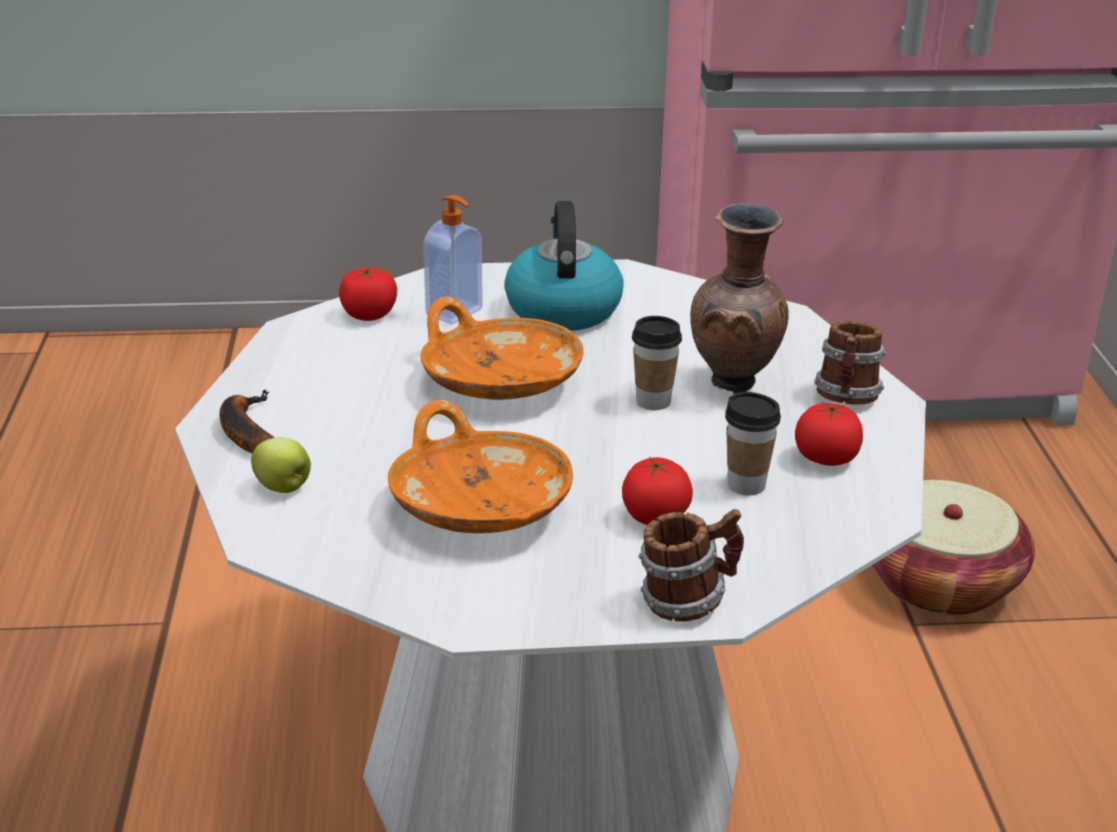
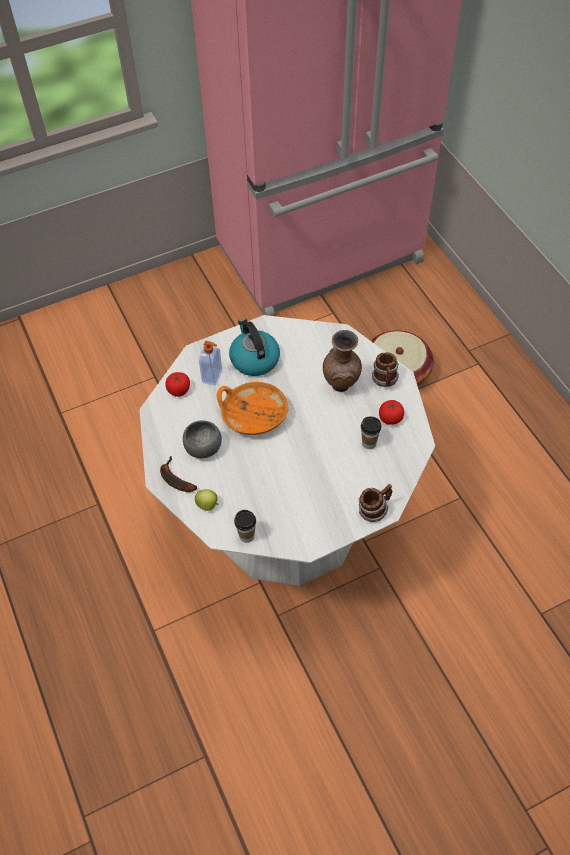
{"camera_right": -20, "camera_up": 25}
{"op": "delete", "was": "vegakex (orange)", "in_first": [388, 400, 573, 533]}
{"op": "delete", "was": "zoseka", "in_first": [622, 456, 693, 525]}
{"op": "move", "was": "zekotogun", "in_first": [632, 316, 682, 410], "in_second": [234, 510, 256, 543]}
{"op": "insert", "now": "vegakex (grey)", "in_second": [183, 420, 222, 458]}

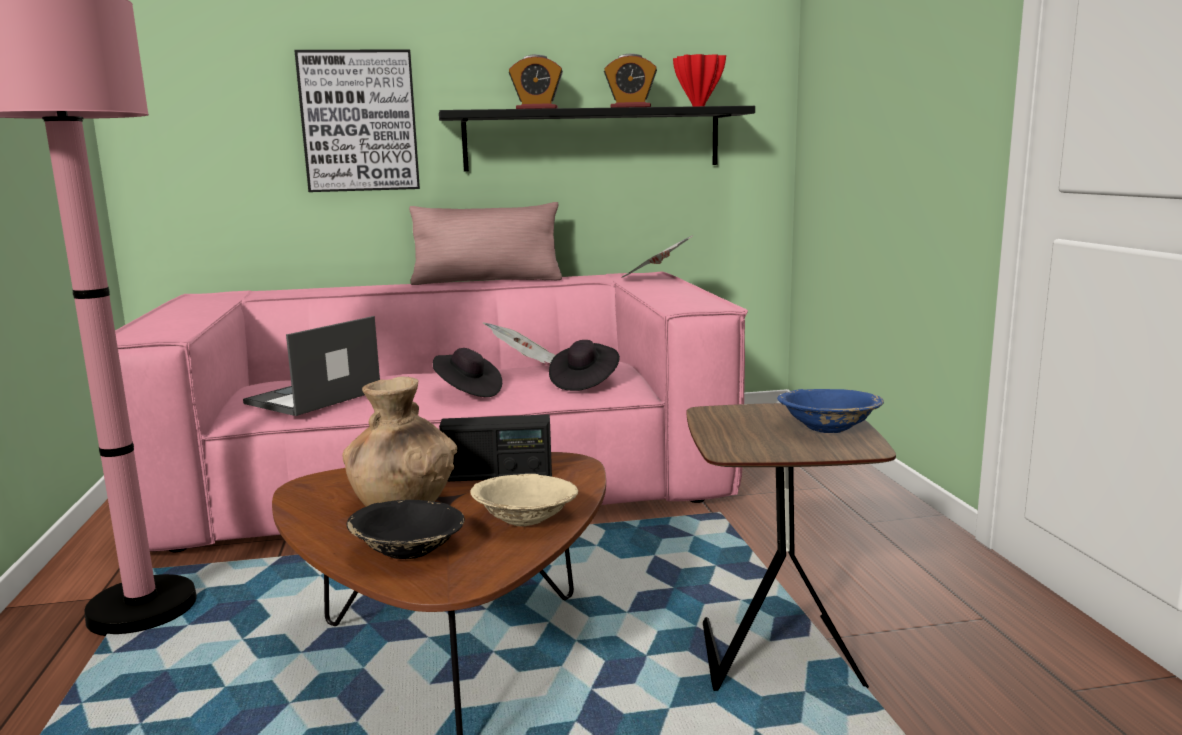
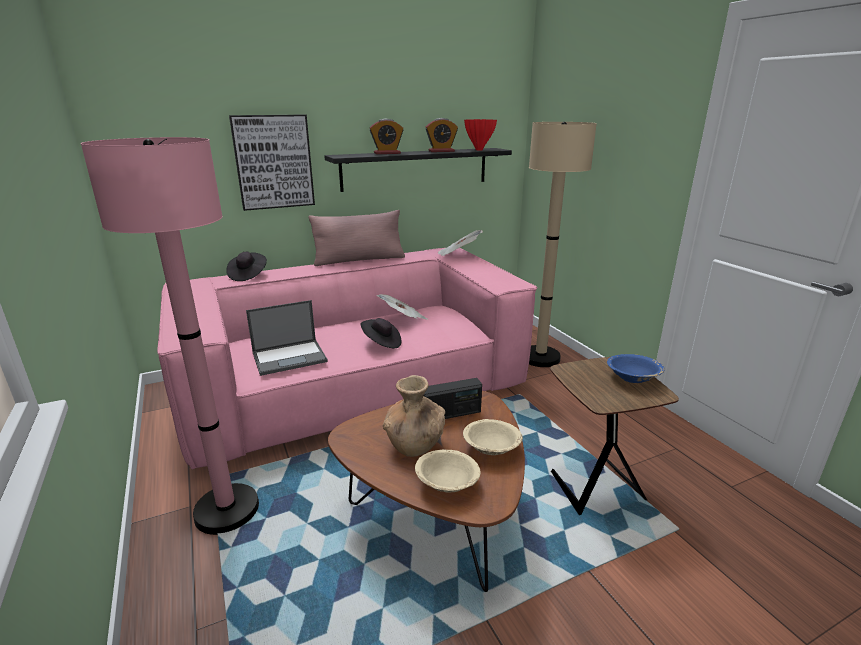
{"camera_right": -15, "camera_up": 10}
{"op": "rotate", "was": "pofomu", "in_first": [243, 316, 380, 416], "in_second": [246, 300, 328, 376], "clockwise": -135}
{"op": "recolor", "was": "vegakex (black)", "now": "vegakex (beige)", "in_first": [347, 500, 465, 559], "in_second": [415, 450, 481, 492]}
{"op": "move", "was": "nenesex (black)", "in_first": [549, 340, 620, 391], "in_second": [226, 252, 267, 281]}
{"op": "insert", "now": "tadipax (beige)", "in_second": [529, 122, 597, 367]}

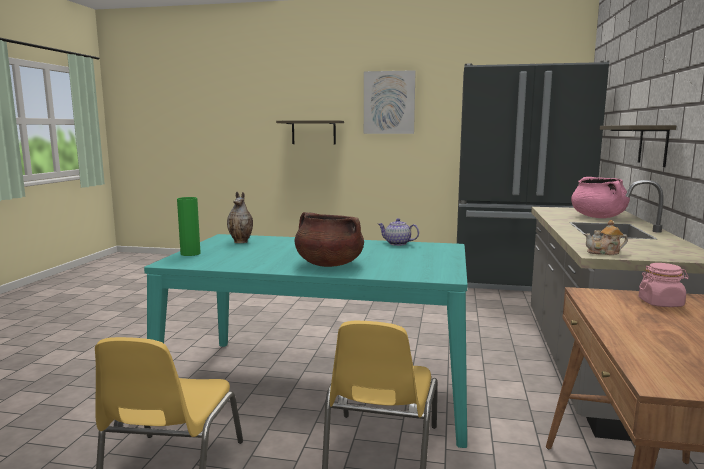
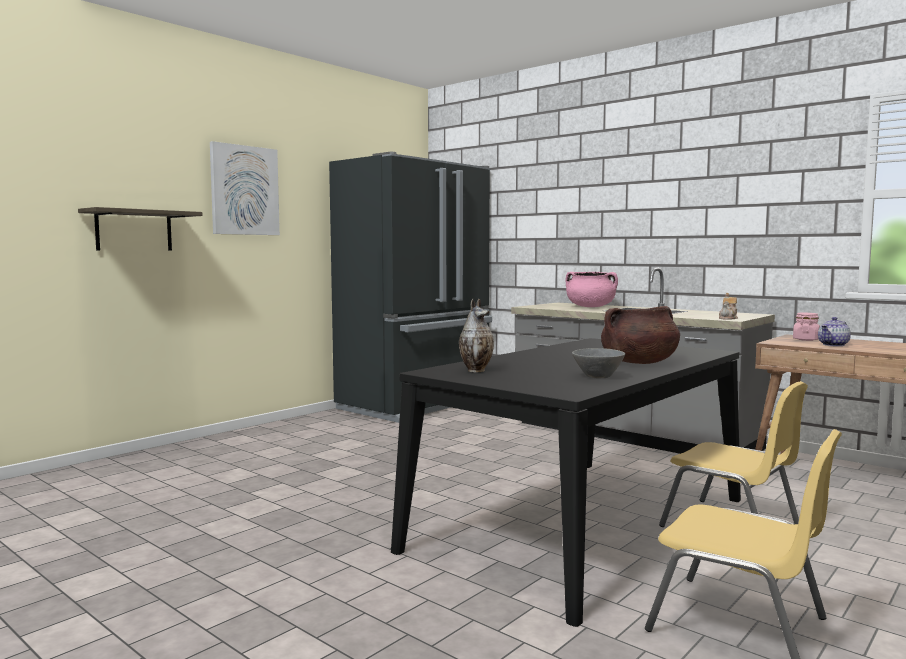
{"camera_right": -60, "camera_up": -5}
{"op": "recolor", "was": "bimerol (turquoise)", "now": "bimerol (black)", "in_first": [144, 234, 468, 448], "in_second": [391, 338, 741, 627]}
{"op": "delete", "was": "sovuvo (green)", "in_first": [177, 197, 201, 256]}
{"op": "move", "was": "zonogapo", "in_first": [378, 218, 419, 246], "in_second": [818, 317, 851, 346]}
{"op": "delete", "was": "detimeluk", "in_first": [600, 125, 676, 167]}
{"op": "insert", "now": "vegakex (grey)", "in_second": [572, 348, 625, 378]}

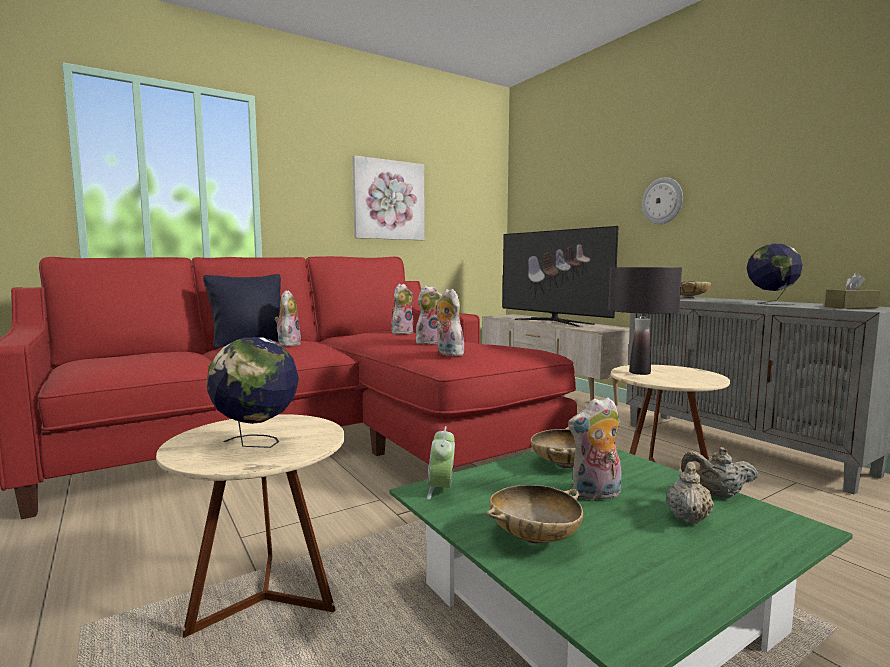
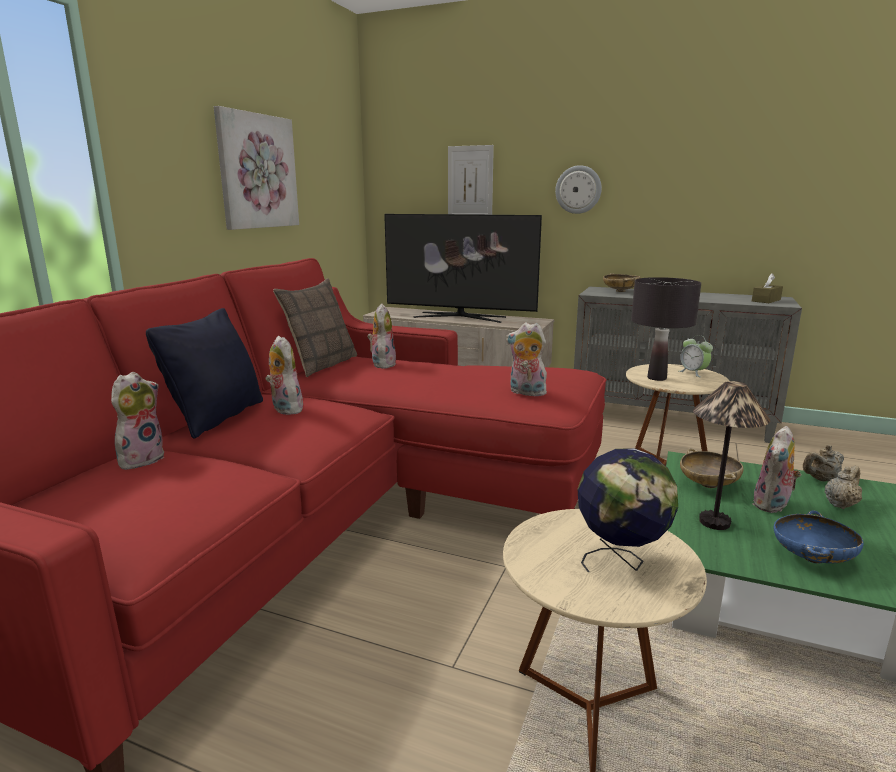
{"camera_right": -35, "camera_up": 10}
{"op": "move", "was": "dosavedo", "in_first": [416, 286, 442, 344], "in_second": [111, 372, 164, 470]}
{"op": "move", "was": "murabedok", "in_first": [427, 426, 455, 500], "in_second": [679, 335, 713, 377]}
{"op": "recolor", "was": "vegakex (beige)", "now": "vegakex (blue)", "in_first": [486, 485, 583, 544], "in_second": [774, 510, 864, 564]}
{"op": "rotate", "was": "zonogapo (beige)", "in_first": [666, 461, 714, 524], "in_second": [825, 466, 862, 509], "clockwise": 60}
{"op": "delete", "was": "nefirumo", "in_first": [747, 244, 803, 305]}
{"op": "insert", "now": "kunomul", "in_second": [273, 278, 357, 377]}
{"op": "insert", "now": "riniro", "in_second": [448, 145, 494, 215]}
{"op": "insert", "now": "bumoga", "in_second": [693, 381, 770, 530]}

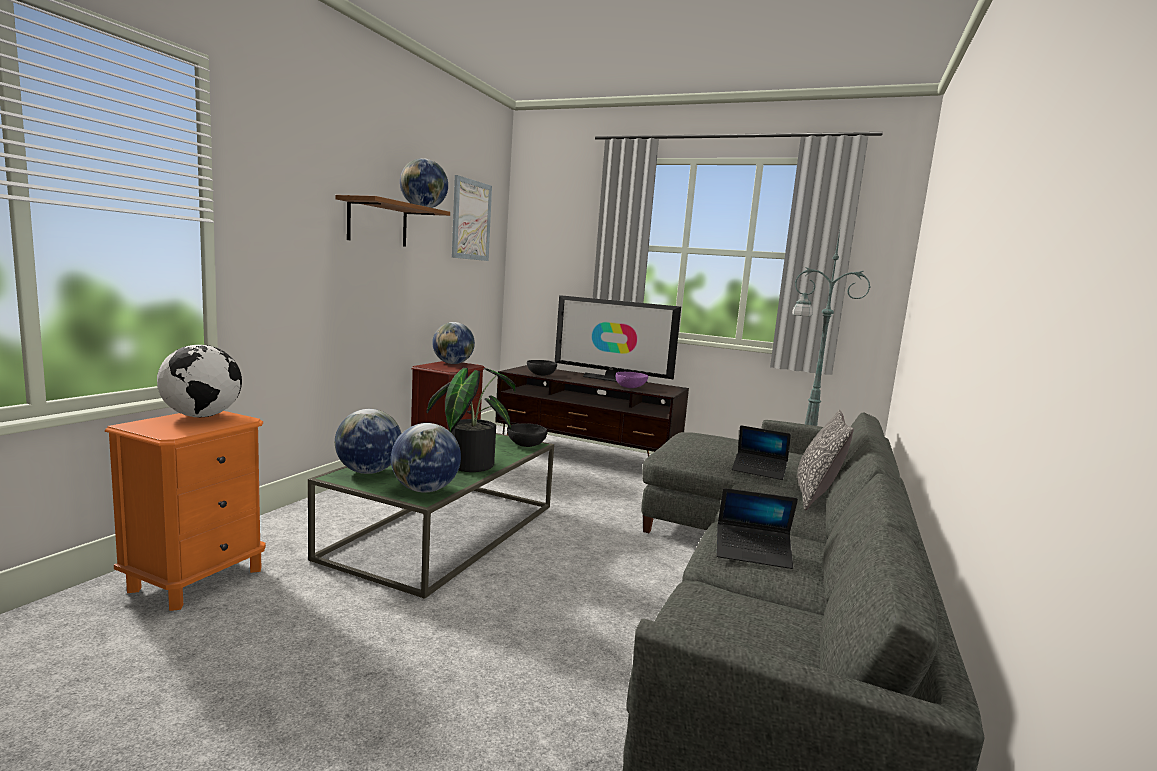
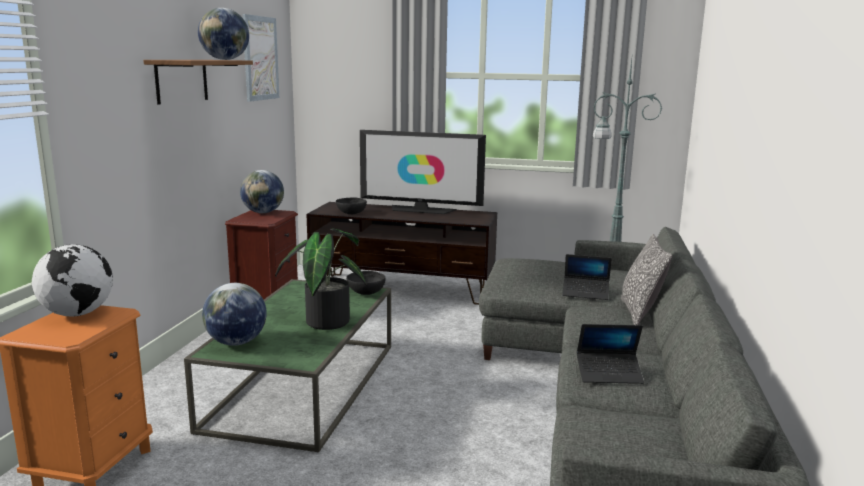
{"camera_right": -10, "camera_up": 5}
{"op": "delete", "was": "nefirumo", "in_first": [391, 423, 461, 493]}
{"op": "delete", "was": "vegakex (purple)", "in_first": [616, 372, 648, 388]}

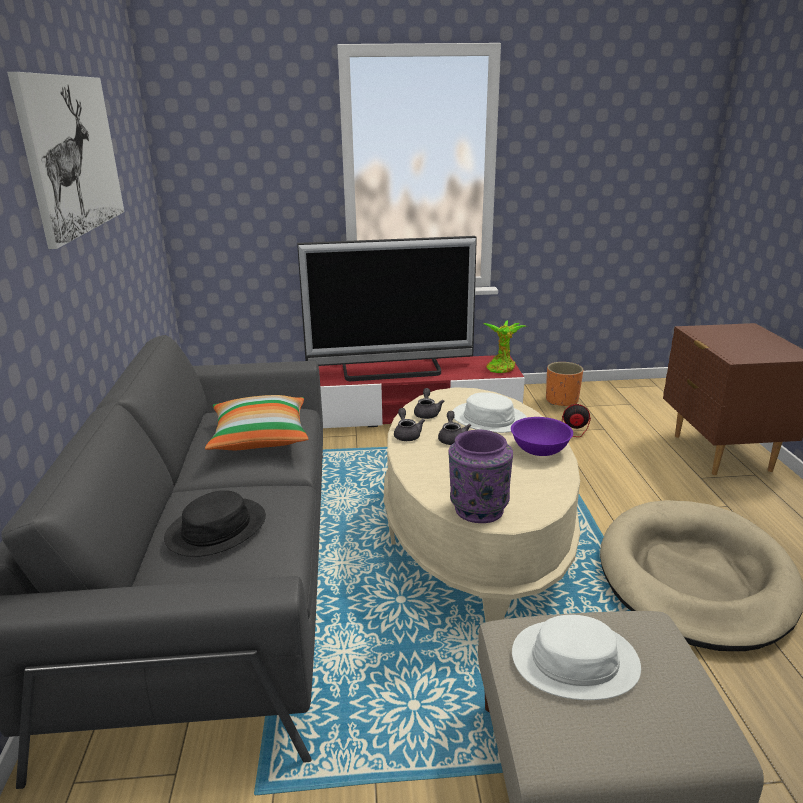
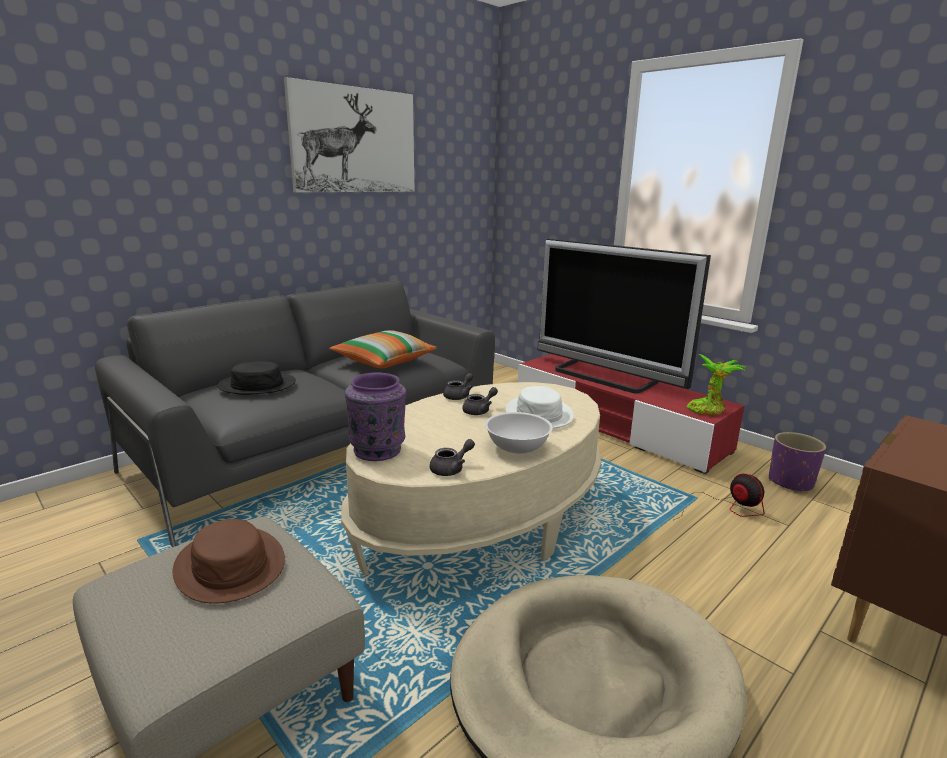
{"camera_right": 50, "camera_up": -5}
{"op": "move", "was": "zonogapo (grey)", "in_first": [414, 388, 445, 419], "in_second": [430, 439, 475, 476]}
{"op": "recolor", "was": "vegakex (purple)", "now": "vegakex (white)", "in_first": [511, 417, 573, 456], "in_second": [485, 412, 553, 453]}
{"op": "recolor", "was": "nenesex (white)", "now": "nenesex (brown)", "in_first": [512, 615, 641, 700], "in_second": [172, 519, 285, 604]}
{"op": "recolor", "was": "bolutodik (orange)", "now": "bolutodik (purple)", "in_first": [546, 362, 583, 406], "in_second": [769, 432, 826, 493]}

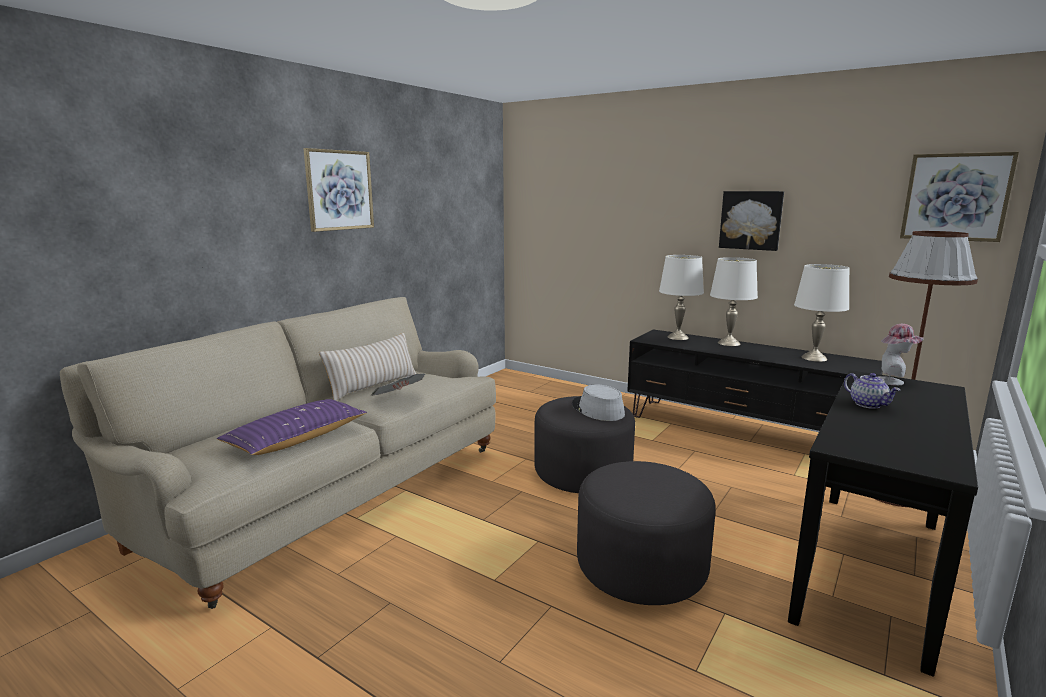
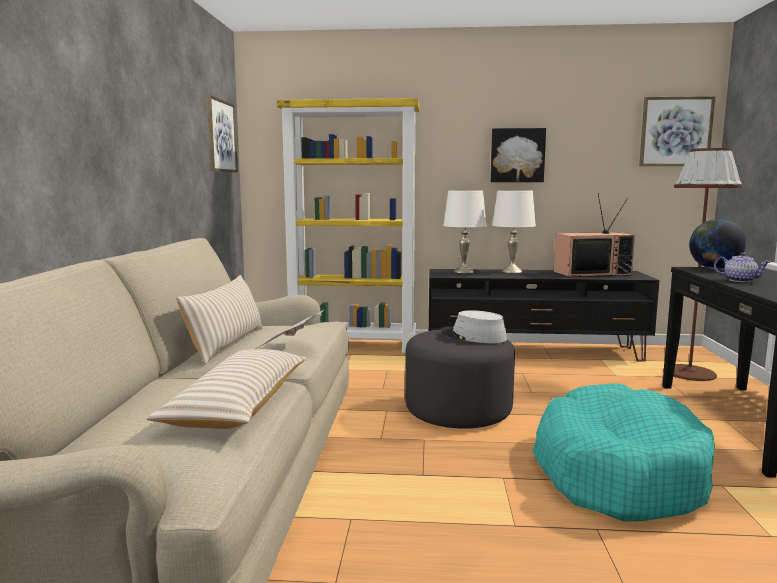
{"camera_right": -30, "camera_up": -5}
{"op": "recolor", "was": "kunomul (purple)", "now": "kunomul (beige)", "in_first": [217, 399, 367, 455], "in_second": [147, 349, 306, 429]}
{"op": "move", "was": "riniro", "in_first": [303, 148, 374, 232], "in_second": [207, 95, 238, 173]}
{"op": "replace", "was": "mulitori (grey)", "now": "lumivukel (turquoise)", "in_first": [577, 461, 716, 605], "in_second": [533, 384, 715, 522]}
{"op": "replace", "was": "bumoga (white)", "now": "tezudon", "in_first": [794, 264, 850, 362], "in_second": [554, 193, 635, 277]}
{"op": "replace", "was": "nenesex", "now": "nefirumo", "in_first": [879, 324, 923, 386], "in_second": [689, 219, 746, 269]}
{"op": "insert", "now": "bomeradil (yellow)", "in_second": [277, 98, 419, 353]}

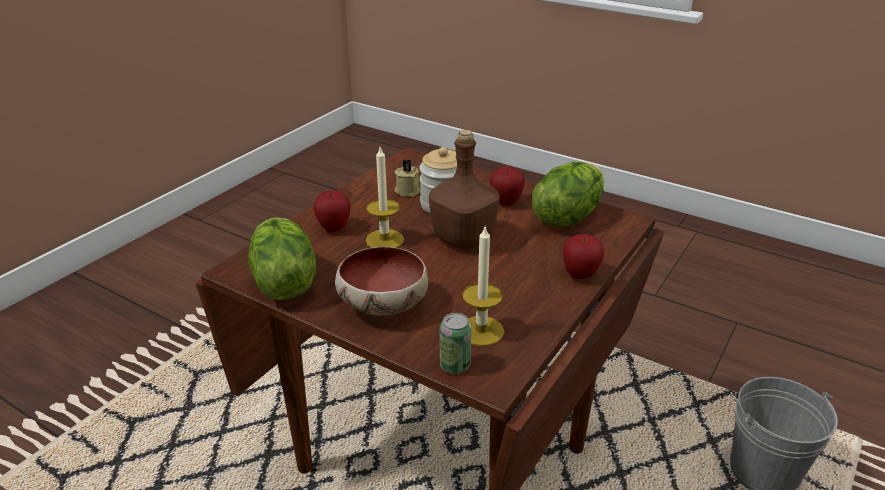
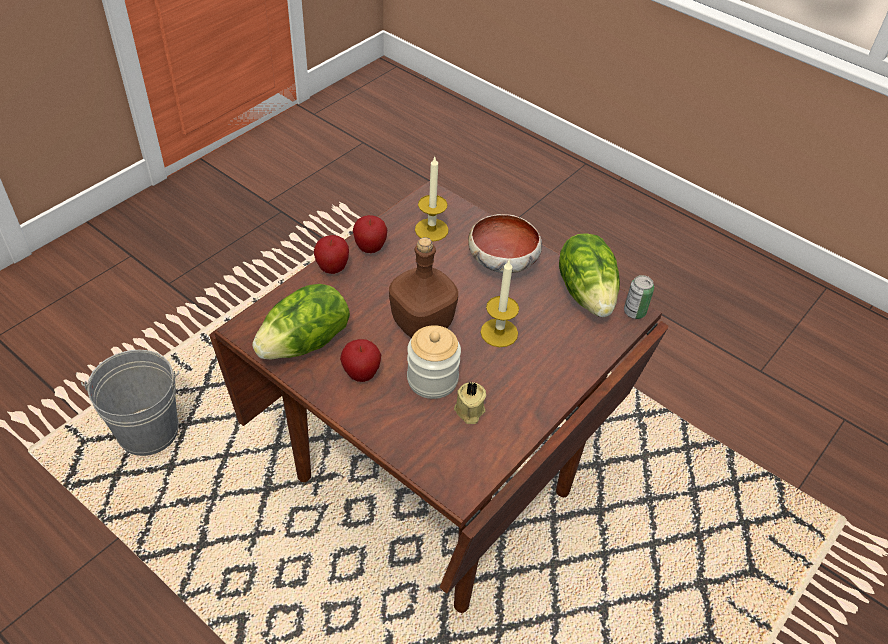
{"camera_right": -175, "camera_up": 15}
{"op": "move", "was": "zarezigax", "in_first": [313, 190, 351, 232], "in_second": [353, 215, 387, 253]}
{"op": "move", "was": "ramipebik", "in_first": [440, 313, 471, 374], "in_second": [624, 275, 654, 319]}

